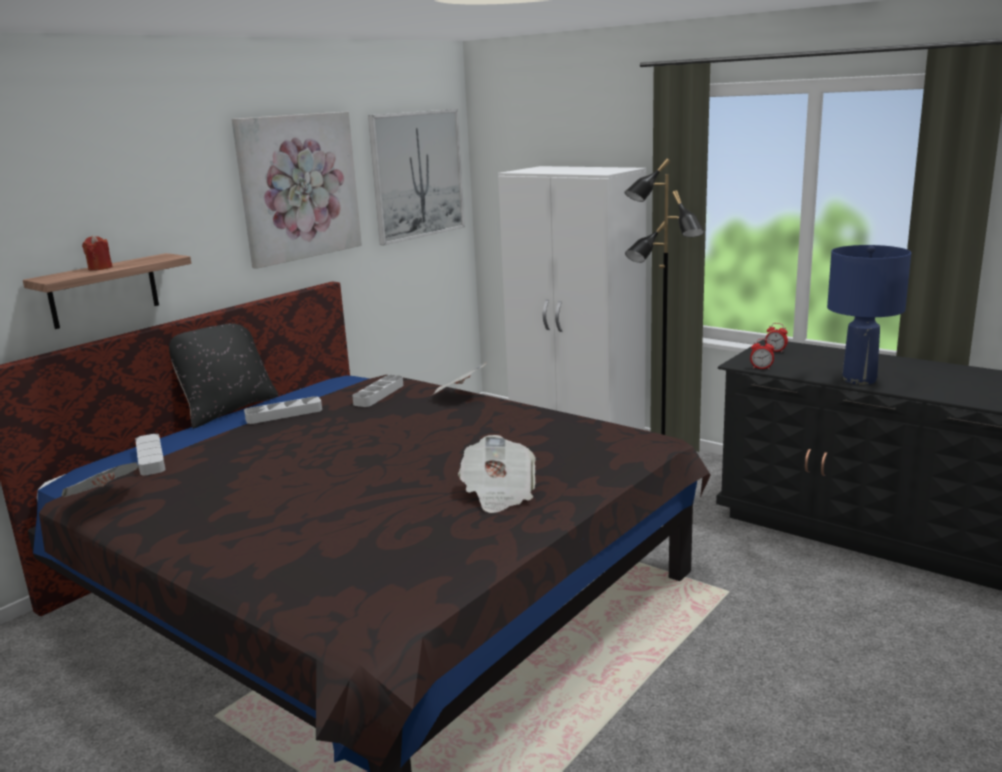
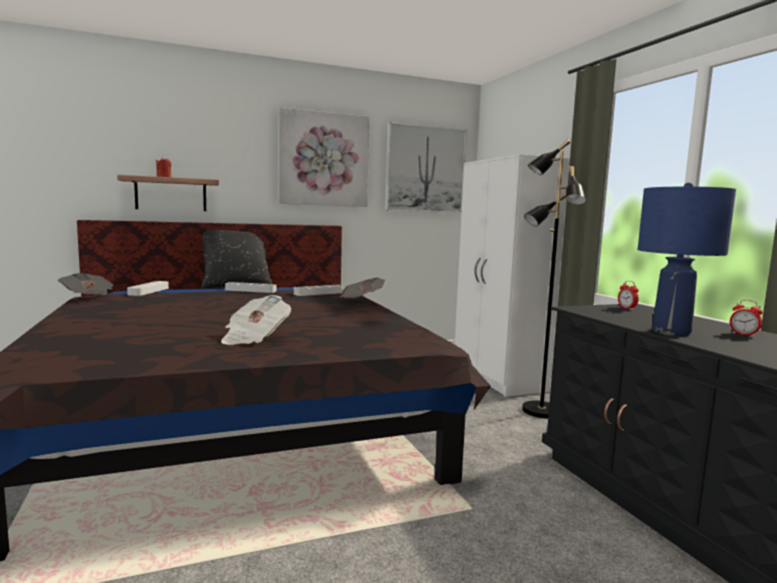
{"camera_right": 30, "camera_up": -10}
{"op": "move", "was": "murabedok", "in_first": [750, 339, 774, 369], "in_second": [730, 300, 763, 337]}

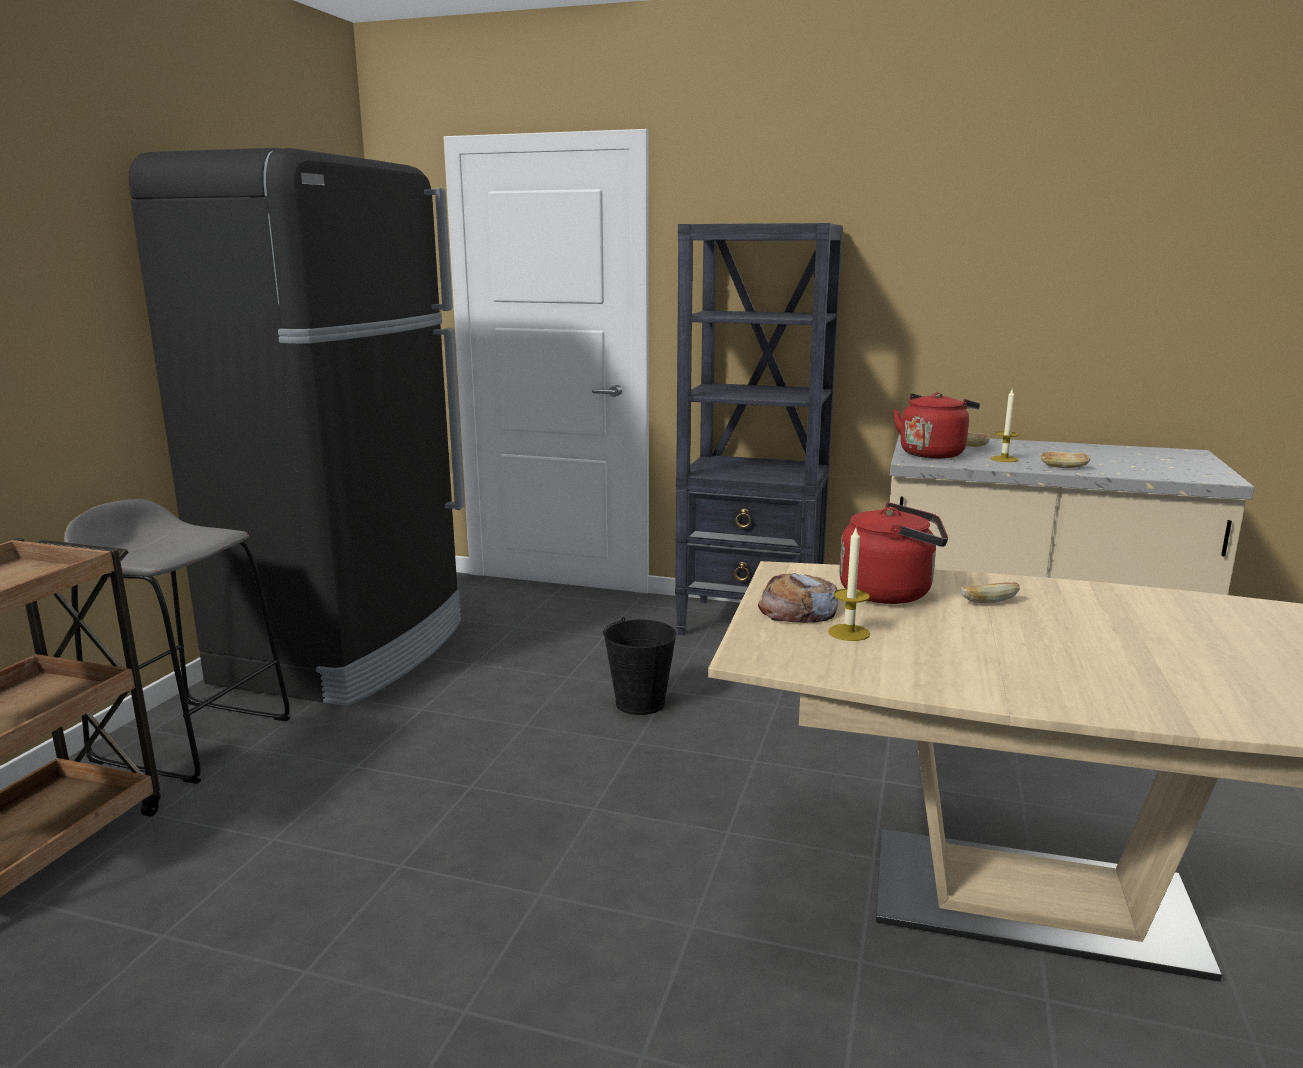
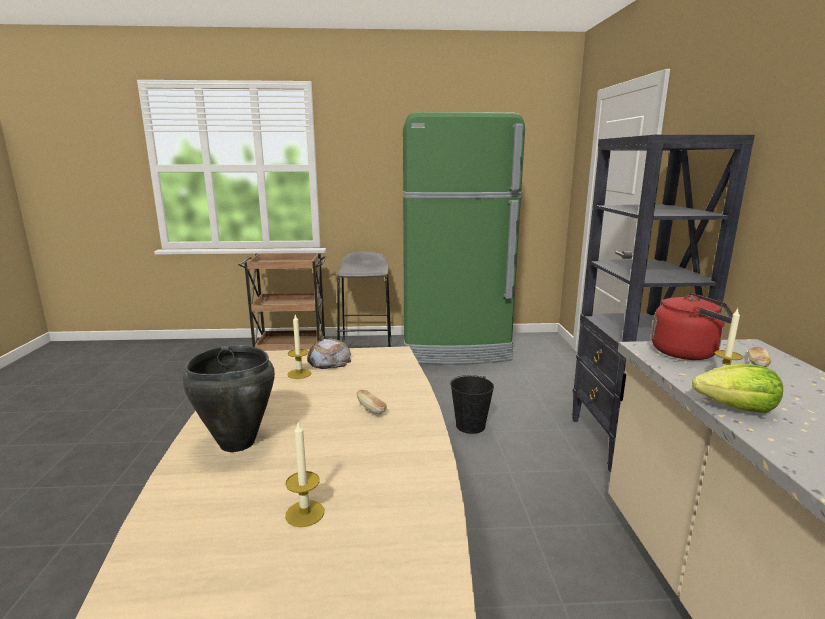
{"camera_right": 70, "camera_up": 0}
{"op": "recolor", "was": "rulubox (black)", "now": "rulubox (green)", "in_first": [129, 148, 464, 707], "in_second": [403, 112, 525, 365]}
{"op": "delete", "was": "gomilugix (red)", "in_first": [839, 503, 948, 604]}
{"op": "replace", "was": "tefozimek", "now": "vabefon", "in_first": [1041, 451, 1090, 468], "in_second": [692, 364, 783, 413]}
{"op": "insert", "now": "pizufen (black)", "in_second": [182, 345, 275, 452]}
{"op": "insert", "now": "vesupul", "in_second": [285, 421, 324, 527]}

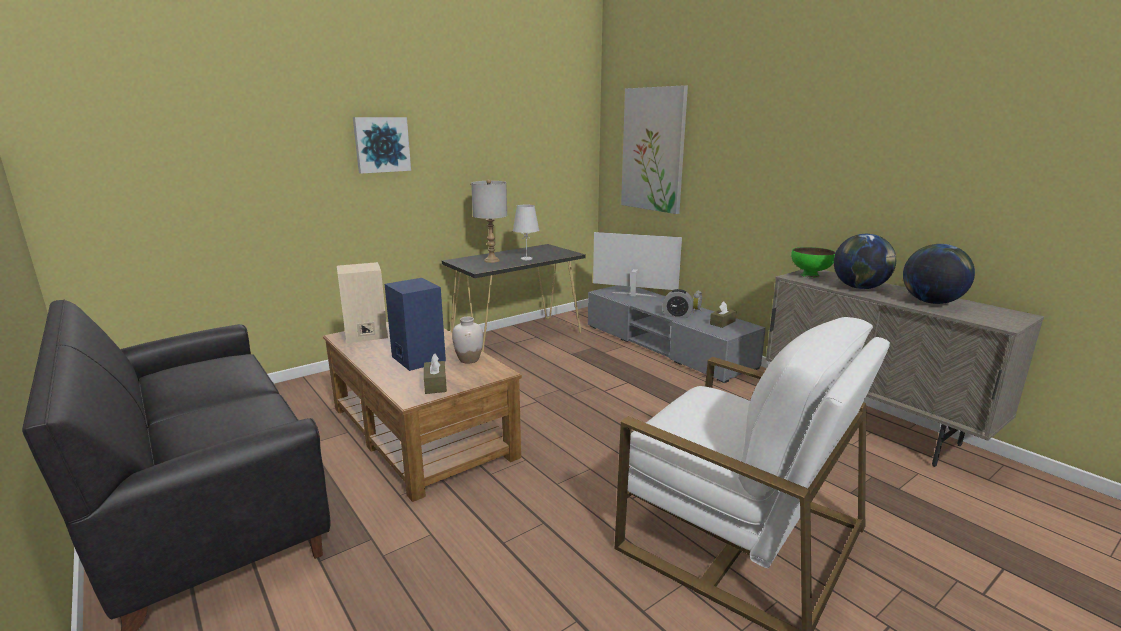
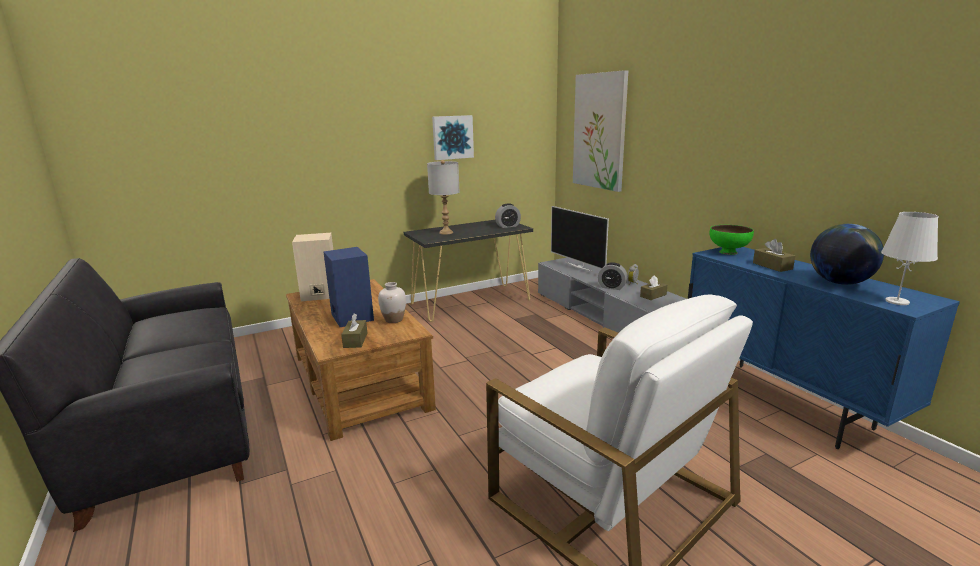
{"camera_right": 10, "camera_up": 0}
{"op": "move", "was": "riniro", "in_first": [353, 117, 411, 174], "in_second": [432, 115, 474, 160]}
{"op": "move", "was": "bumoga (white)", "in_first": [513, 205, 539, 260], "in_second": [881, 212, 939, 305]}
{"op": "rotate", "was": "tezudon", "in_first": [593, 232, 682, 297], "in_second": [551, 206, 609, 272], "clockwise": -150}
{"op": "recolor", "was": "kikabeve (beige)", "now": "kikabeve (blue)", "in_first": [765, 269, 1044, 467], "in_second": [688, 247, 960, 449]}
{"op": "replace", "was": "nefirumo", "now": "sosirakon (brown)", "in_first": [834, 234, 896, 289], "in_second": [753, 239, 795, 272]}
{"op": "insert", "now": "murabedok", "in_second": [495, 203, 521, 228]}

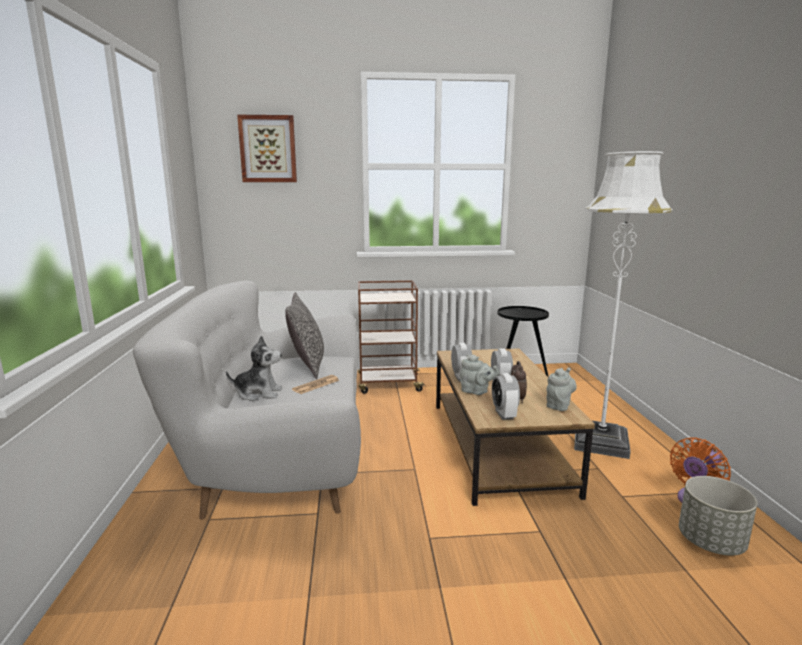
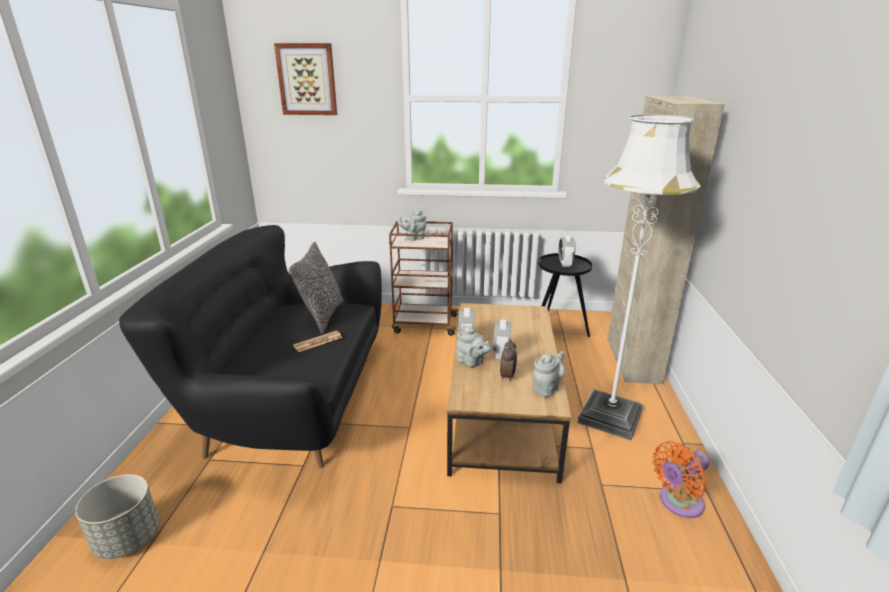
{"camera_right": 10, "camera_up": 10}
{"op": "recolor", "was": "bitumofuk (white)", "now": "bitumofuk (black)", "in_first": [133, 281, 361, 520], "in_second": [119, 225, 382, 468]}
{"op": "delete", "was": "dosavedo", "in_first": [226, 336, 282, 401]}
{"op": "move", "was": "murabedok", "in_first": [492, 373, 520, 420], "in_second": [558, 236, 576, 267]}
{"op": "move", "was": "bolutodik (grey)", "in_first": [679, 476, 757, 556], "in_second": [75, 474, 159, 559]}
{"op": "insert", "now": "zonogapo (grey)", "in_second": [398, 210, 426, 241]}
{"op": "insert", "now": "kikabeve (beige)", "in_second": [607, 96, 725, 384]}

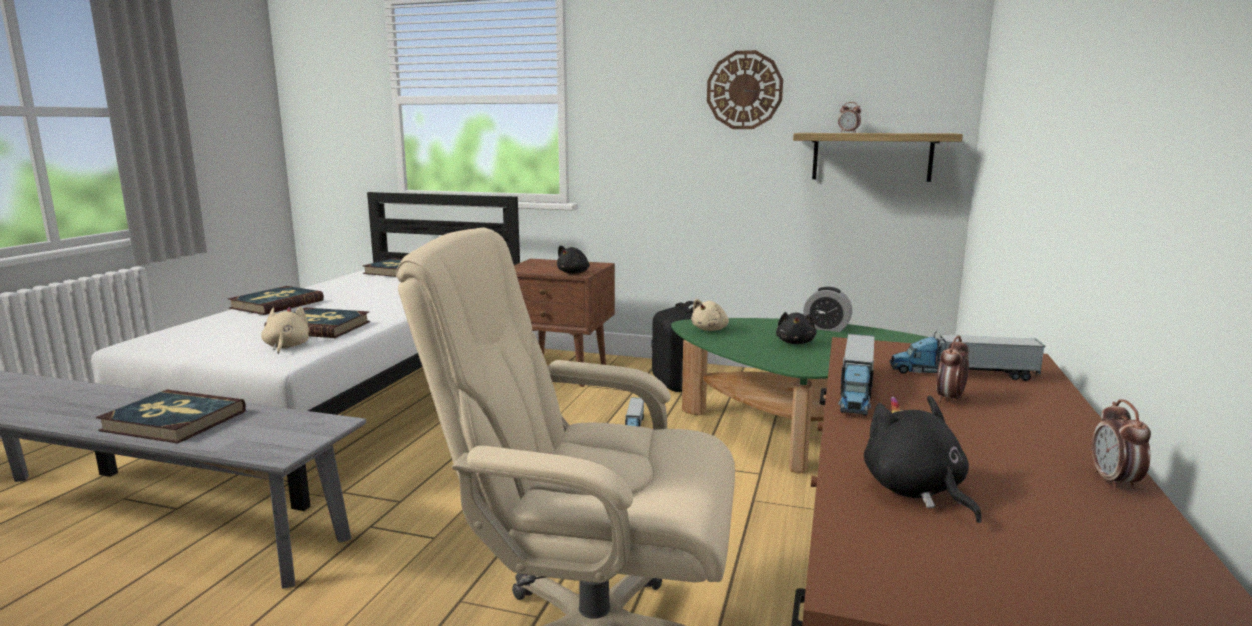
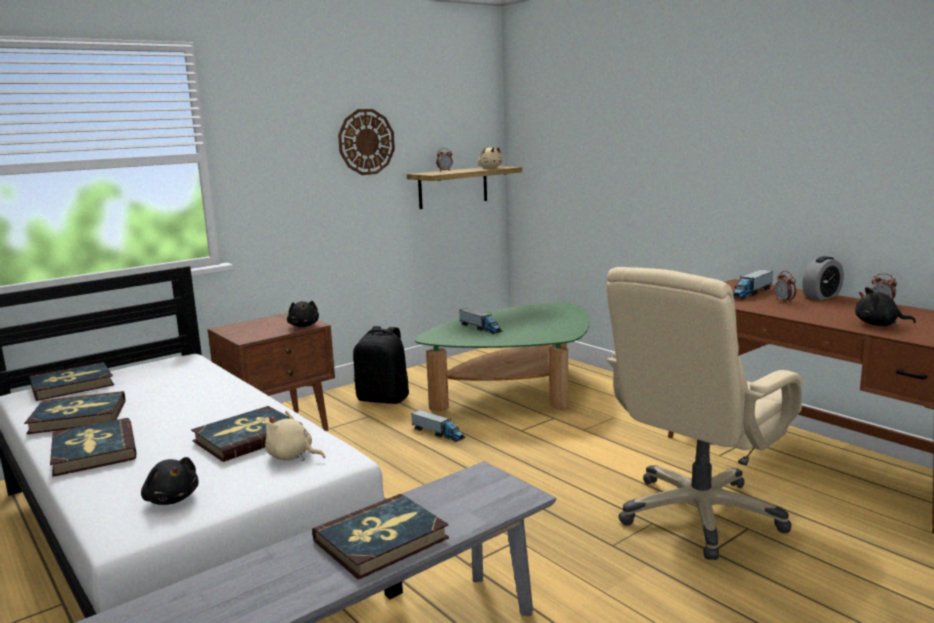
{"camera_right": -55, "camera_up": 0}
{"op": "move", "was": "dosavedo (beige)", "in_first": [691, 299, 729, 331], "in_second": [477, 146, 503, 168]}
{"op": "move", "was": "dosavedo (black)", "in_first": [776, 312, 817, 344], "in_second": [141, 457, 199, 505]}
{"op": "move", "was": "murabedok", "in_first": [803, 287, 852, 332], "in_second": [803, 256, 844, 300]}
{"op": "move", "was": "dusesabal", "in_first": [838, 334, 875, 416], "in_second": [459, 308, 502, 334]}
{"op": "insert", "now": "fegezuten", "in_second": [24, 391, 125, 434]}

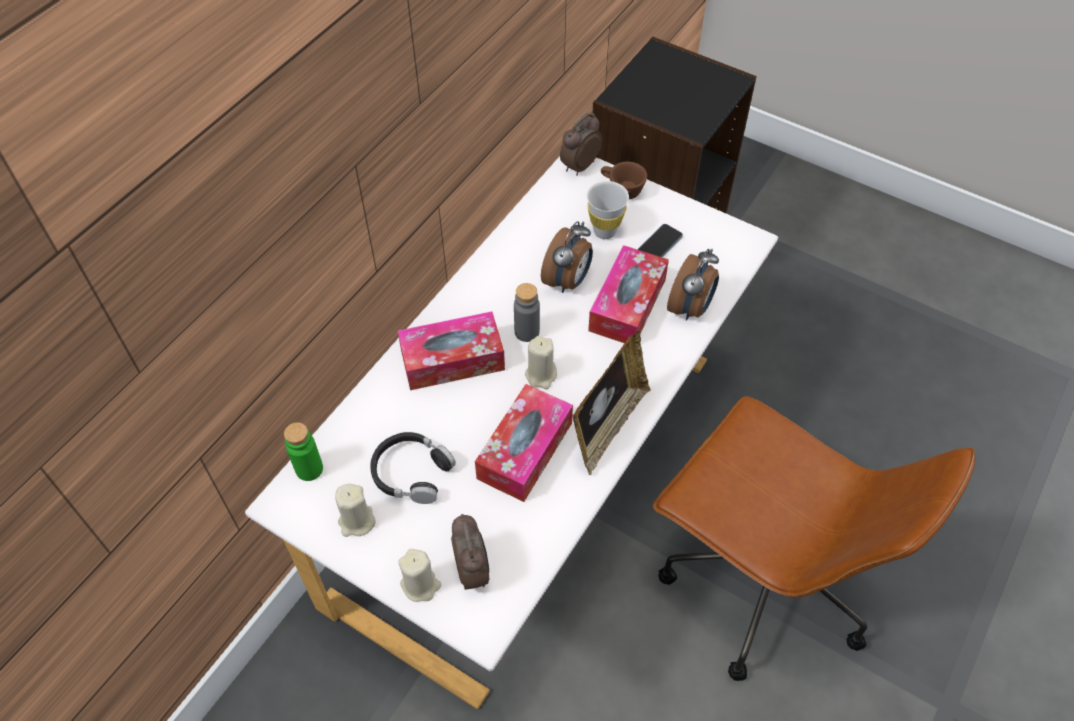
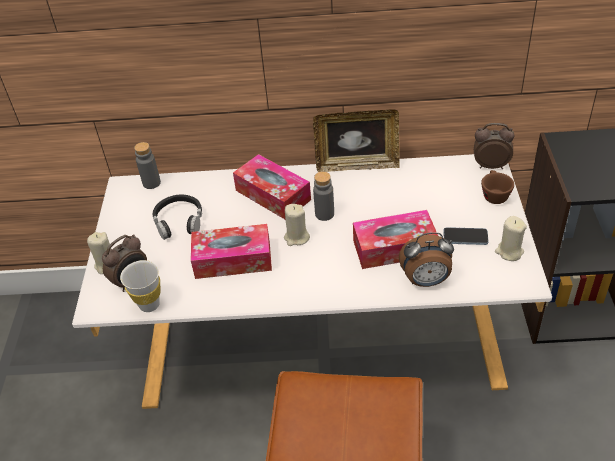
{"camera_right": 60, "camera_up": -10}
{"op": "recolor", "was": "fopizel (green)", "now": "fopizel (grey)", "in_first": [284, 422, 323, 481], "in_second": [134, 142, 161, 189]}
{"op": "move", "was": "vesupul (beige)", "in_first": [335, 484, 376, 537], "in_second": [495, 216, 527, 261]}
{"op": "delete", "was": "murabedok", "in_first": [541, 221, 593, 293]}
{"op": "move", "was": "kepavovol", "in_first": [573, 331, 651, 475], "in_second": [313, 109, 400, 172]}
{"op": "move", "was": "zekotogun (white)", "in_first": [587, 181, 629, 239], "in_second": [120, 260, 160, 312]}

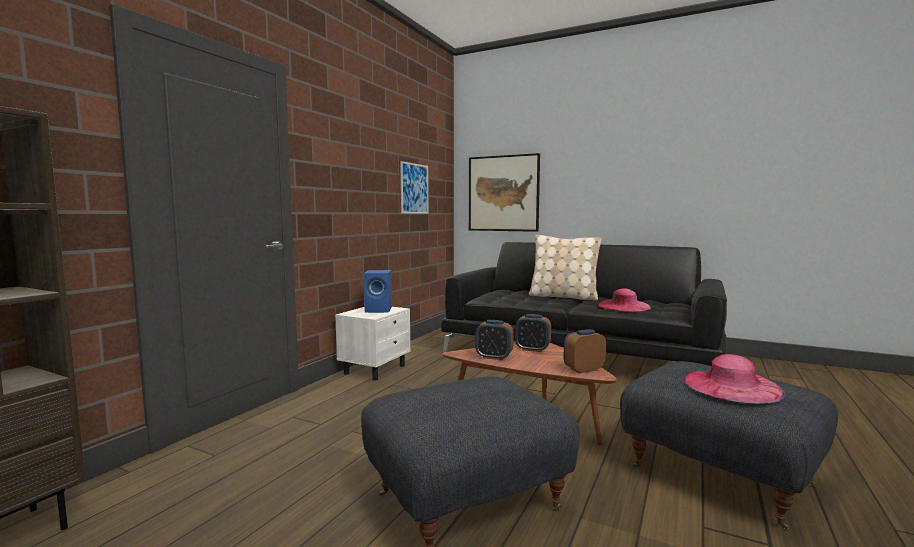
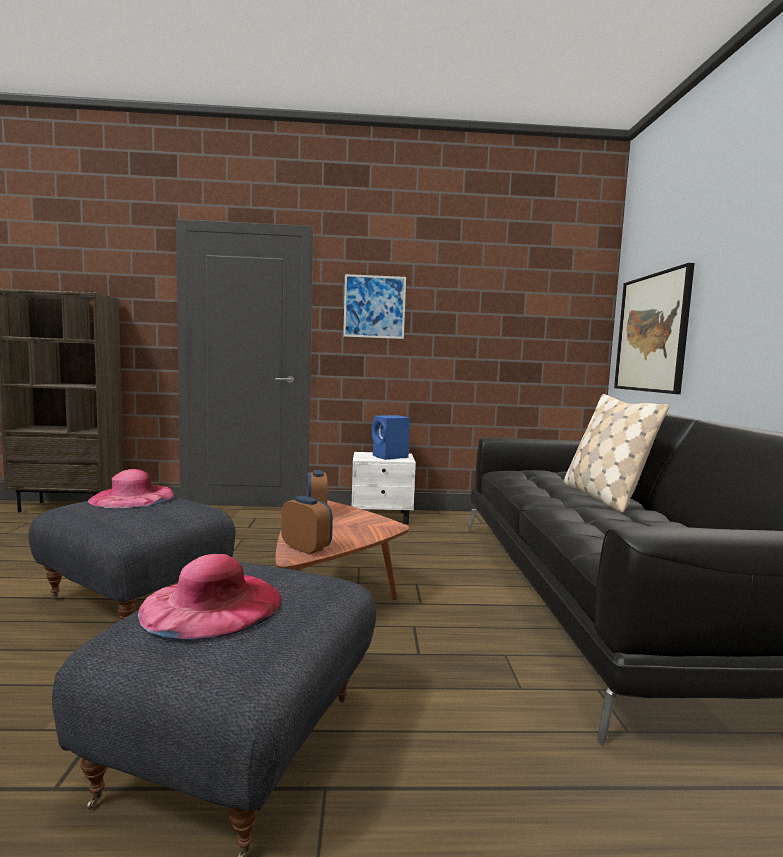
{"camera_right": 60, "camera_up": 0}
{"op": "move", "was": "riniro", "in_first": [400, 161, 428, 214], "in_second": [343, 274, 406, 339]}
{"op": "delete", "was": "murabedok", "in_first": [515, 314, 551, 352]}
{"op": "move", "was": "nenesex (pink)", "in_first": [598, 288, 651, 311], "in_second": [88, 469, 174, 508]}

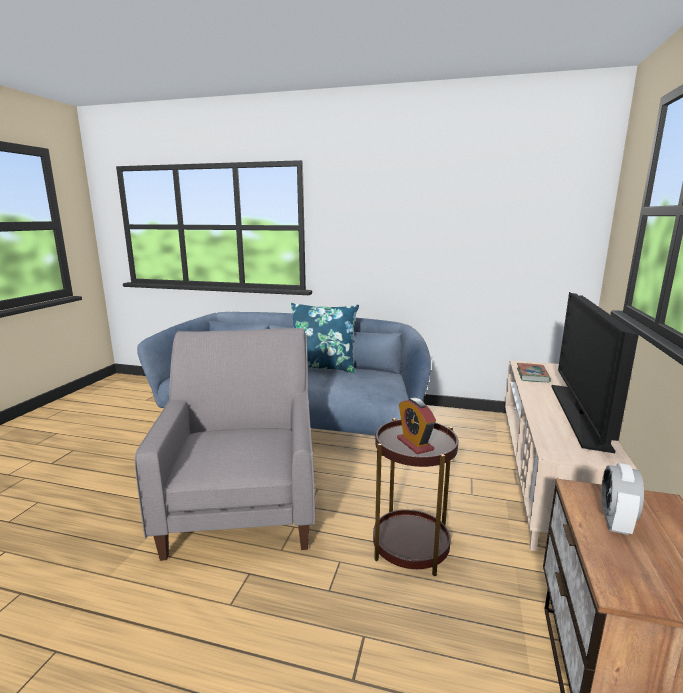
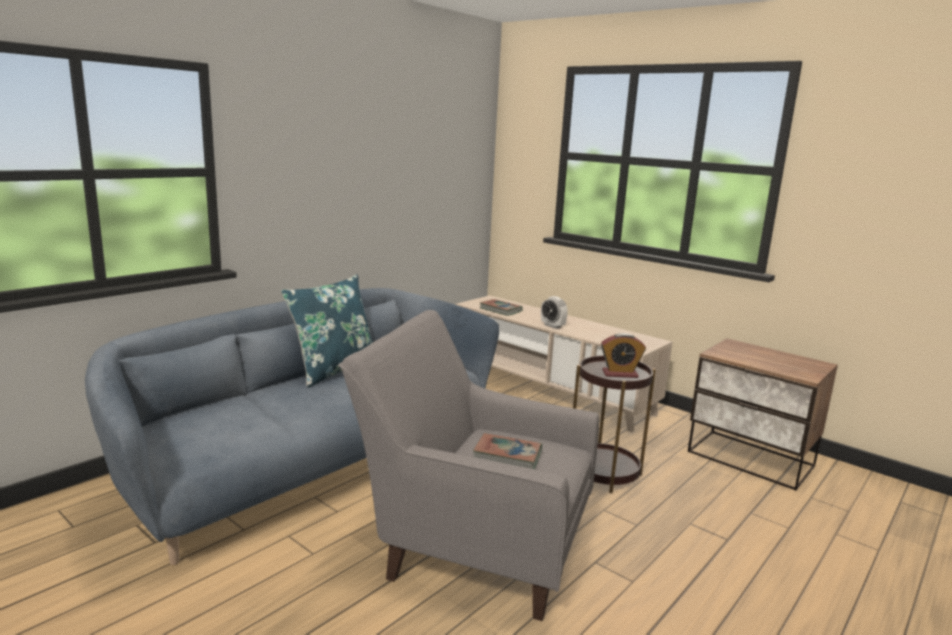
{"camera_right": -65, "camera_up": 0}
{"op": "delete", "was": "tezudon", "in_first": [551, 292, 639, 453]}
{"op": "move", "was": "murabedok", "in_first": [601, 463, 644, 535], "in_second": [541, 296, 568, 329]}
{"op": "insert", "now": "fegezuten", "in_second": [473, 433, 542, 469]}

